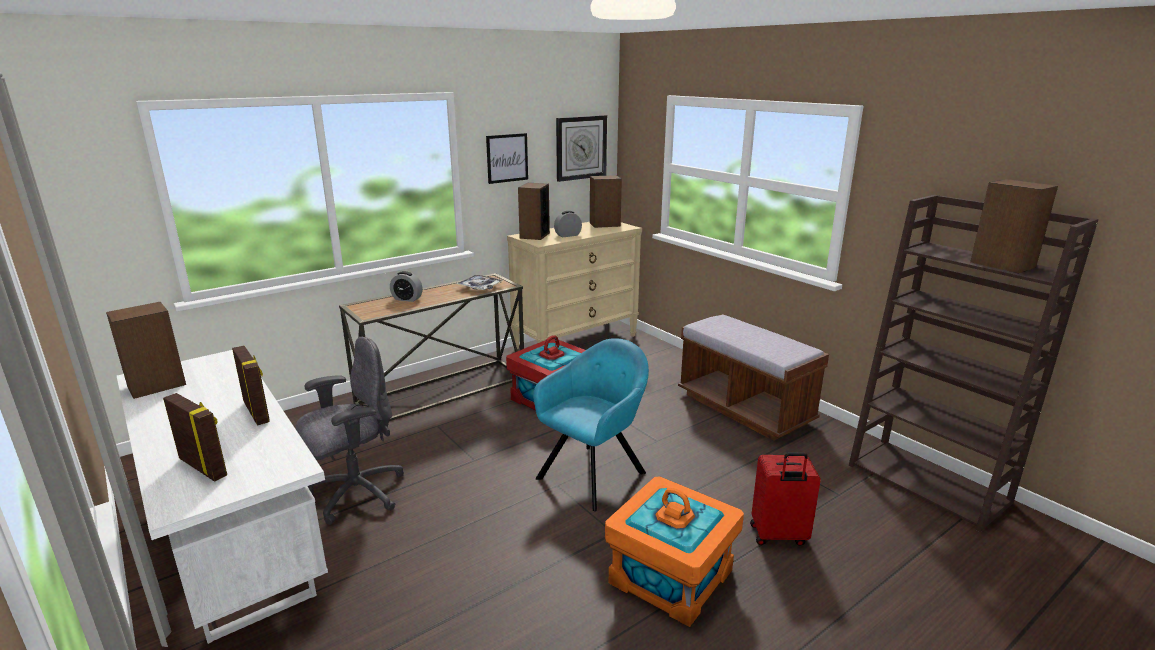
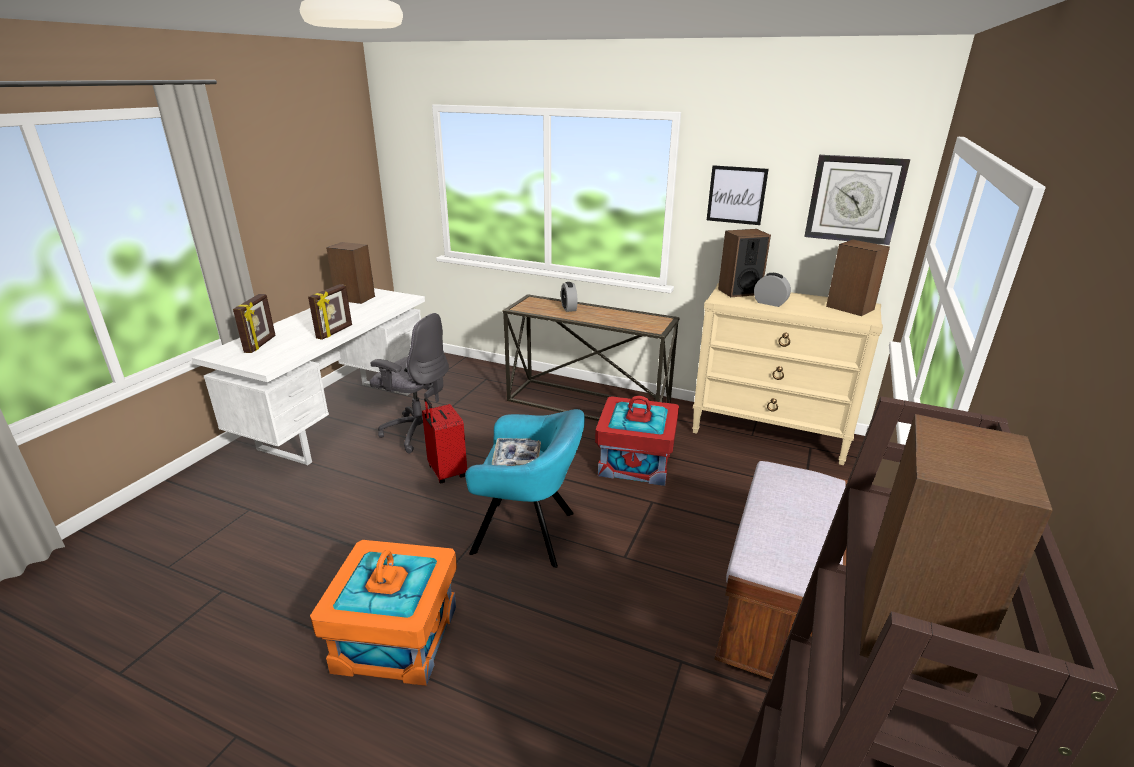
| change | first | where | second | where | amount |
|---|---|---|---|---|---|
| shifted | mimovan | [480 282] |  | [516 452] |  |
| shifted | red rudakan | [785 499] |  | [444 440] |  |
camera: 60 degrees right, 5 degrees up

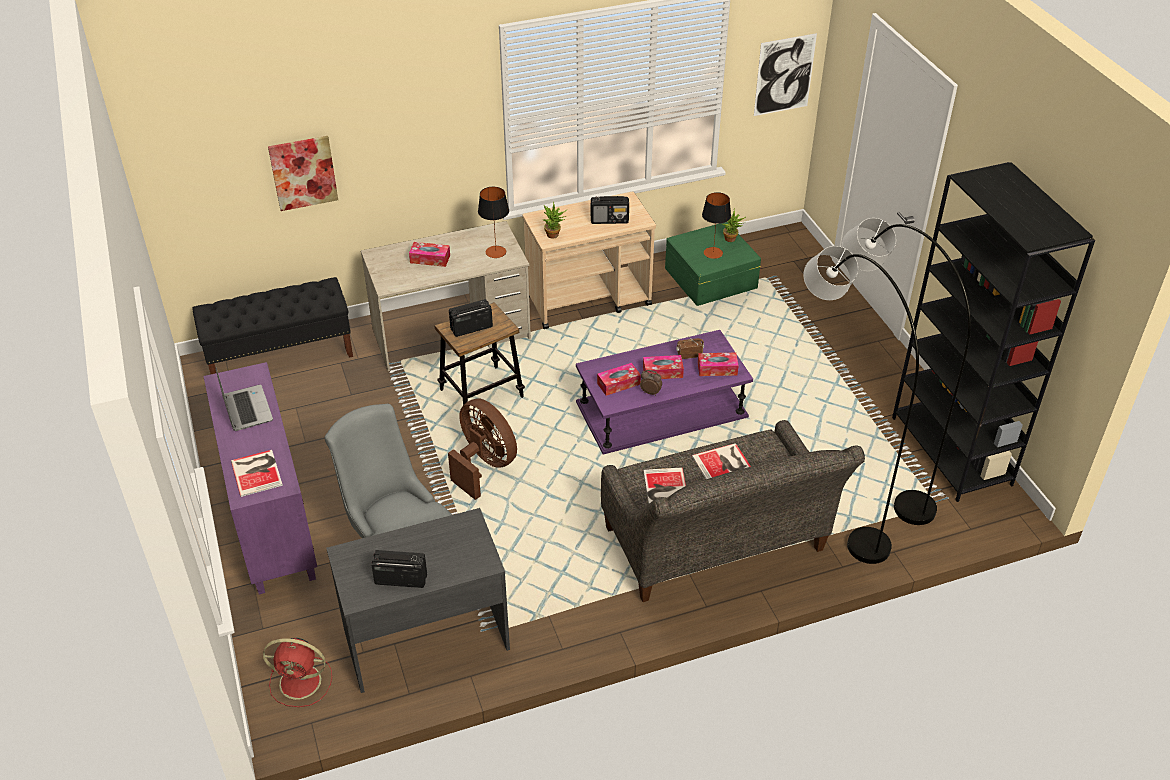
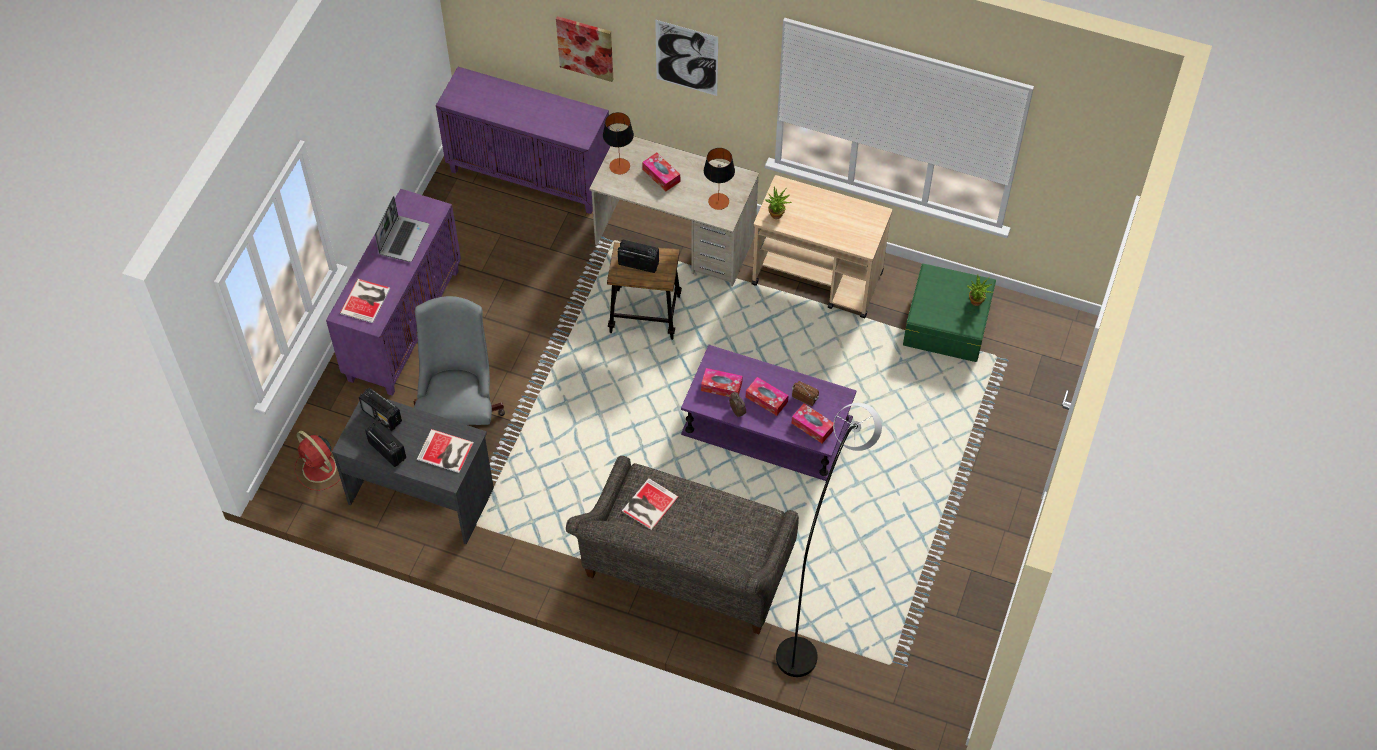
| change | first | where | second | where | amount |
|---|---|---|---|---|---|
| swapped | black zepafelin | [272 325] | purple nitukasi | [523 140] |  |
| gone | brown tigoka | [482 449] |  |  |  |
| shifted | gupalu | [610 210] |  | [380 409] |  |
| shifted | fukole | [721 461] |  | [445 451] |  |
| shifted | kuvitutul | [716 225] |  | [618 143] |  |
| shifted | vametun | [785 74] |  | [686 58] |  |
| gone | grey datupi | [906 371] |  |  |  |
| gone | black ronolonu | [993 332] |  |  |  |
camera: 40 degrees right, 15 degrees up

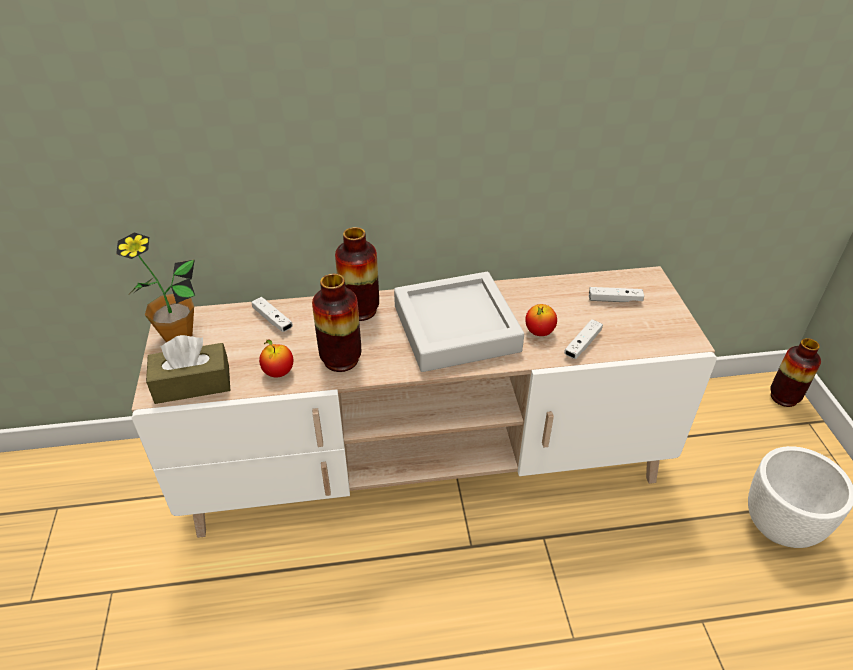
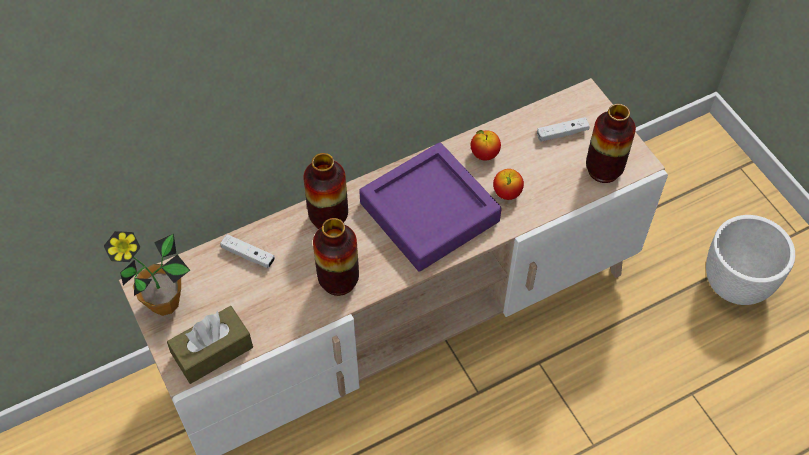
| change | first | where | second | where | amount |
|---|---|---|---|---|---|
| shifted | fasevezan | [276 359] |  | [486 145] |  |
| repainted | grey mimovan | [459 322] | purple mimovan | [430 207] |  |
| gone | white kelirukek | [583 339] |  |  |  |
| shifted | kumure | [795 372] |  | [611 143] |  |
camera: 20 degrees left, 15 degrees up

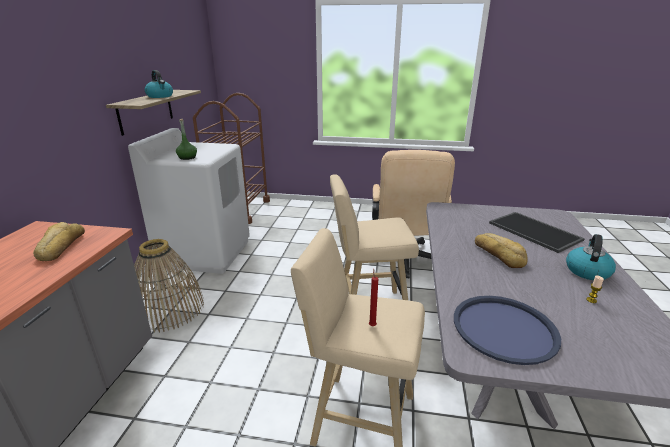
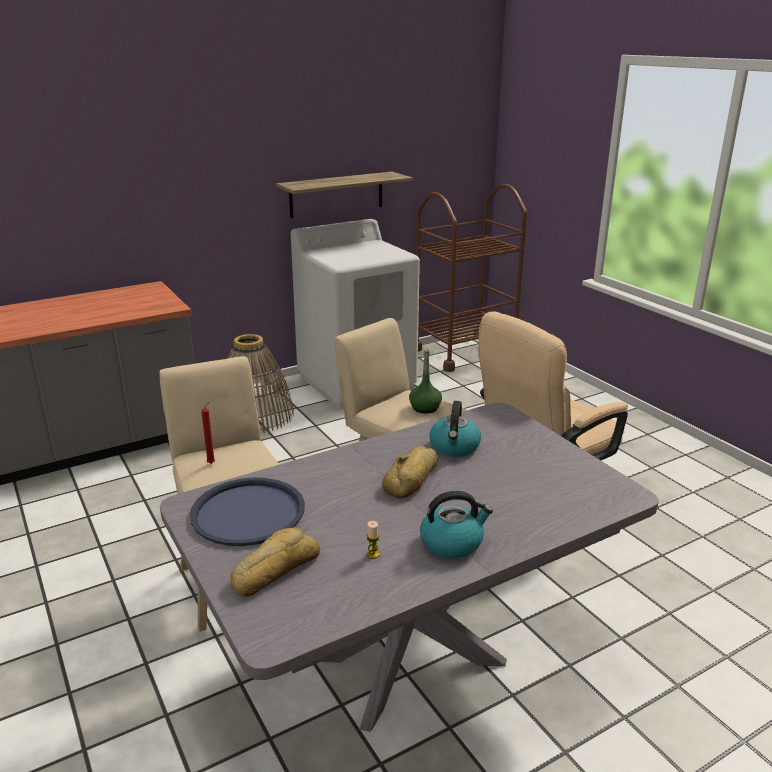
| change | first | where | second | where | amount |
|---|---|---|---|---|---|
| shifted | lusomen | [59 241] |  | [275 562] |  |
| shifted | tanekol | [159 84] |  | [455 429] |  |
| shifted | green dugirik | [186 139] |  | [425 381] |  |
| gone | mimovan | [537 232] |  |  |  |
camera: 50 degrees right, 0 degrees up

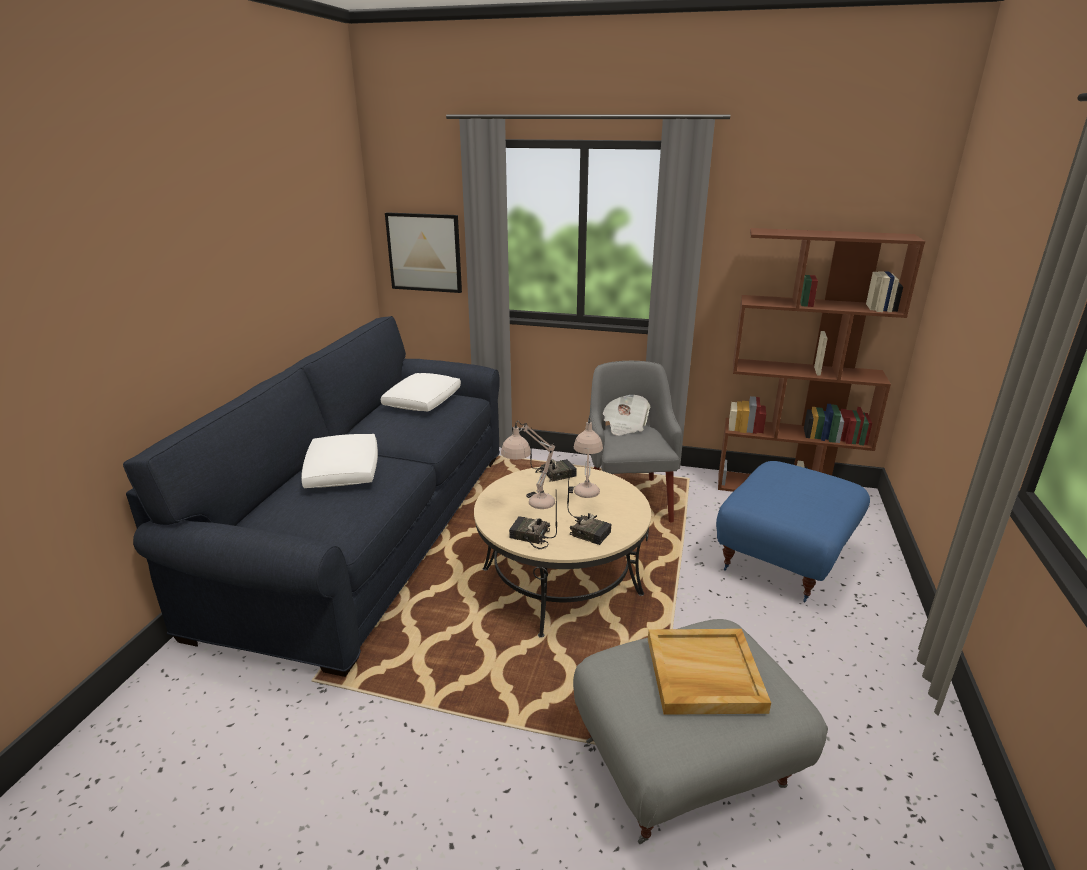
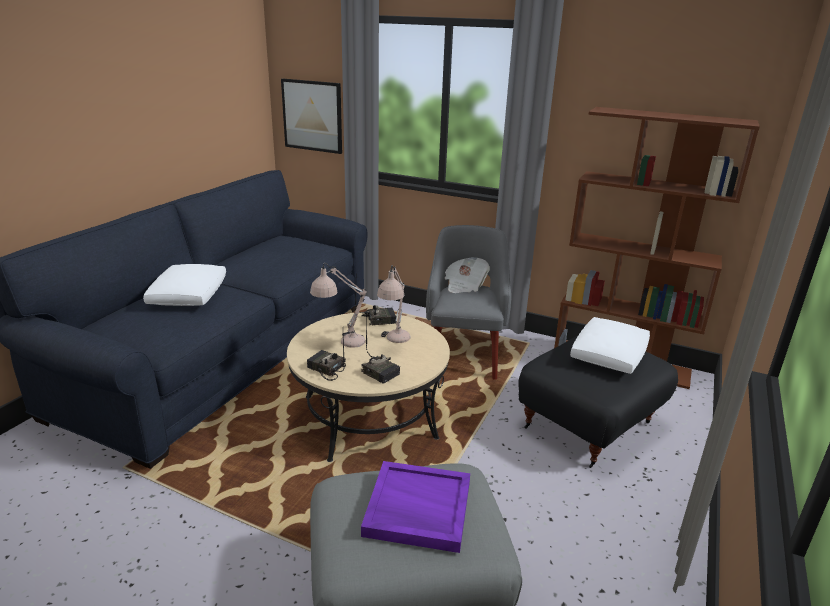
| change | first | where | second | where | amount |
|---|---|---|---|---|---|
| shifted | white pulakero | [421 392] |  | [610 345] |  |
| repainted | beige mimovan | [709 672] | purple mimovan | [415 507] |  |
| repainted | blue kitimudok | [793 531] | black kitimudok | [598 402] |  |
camera: 10 degrees right, 0 degrees up

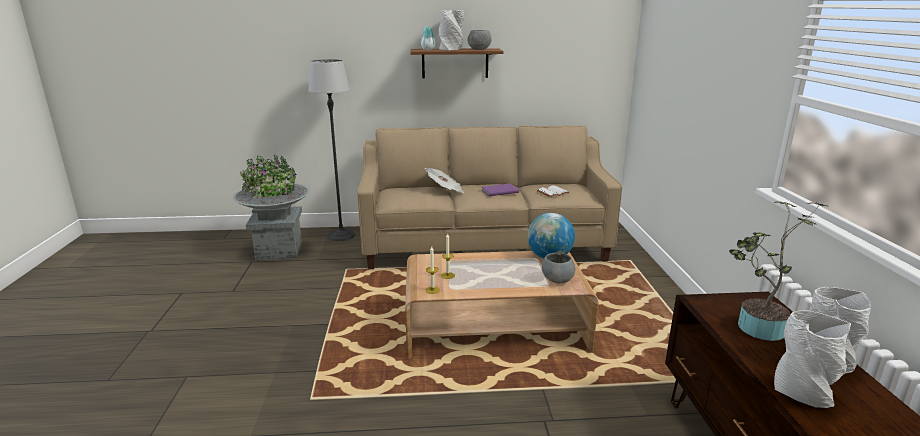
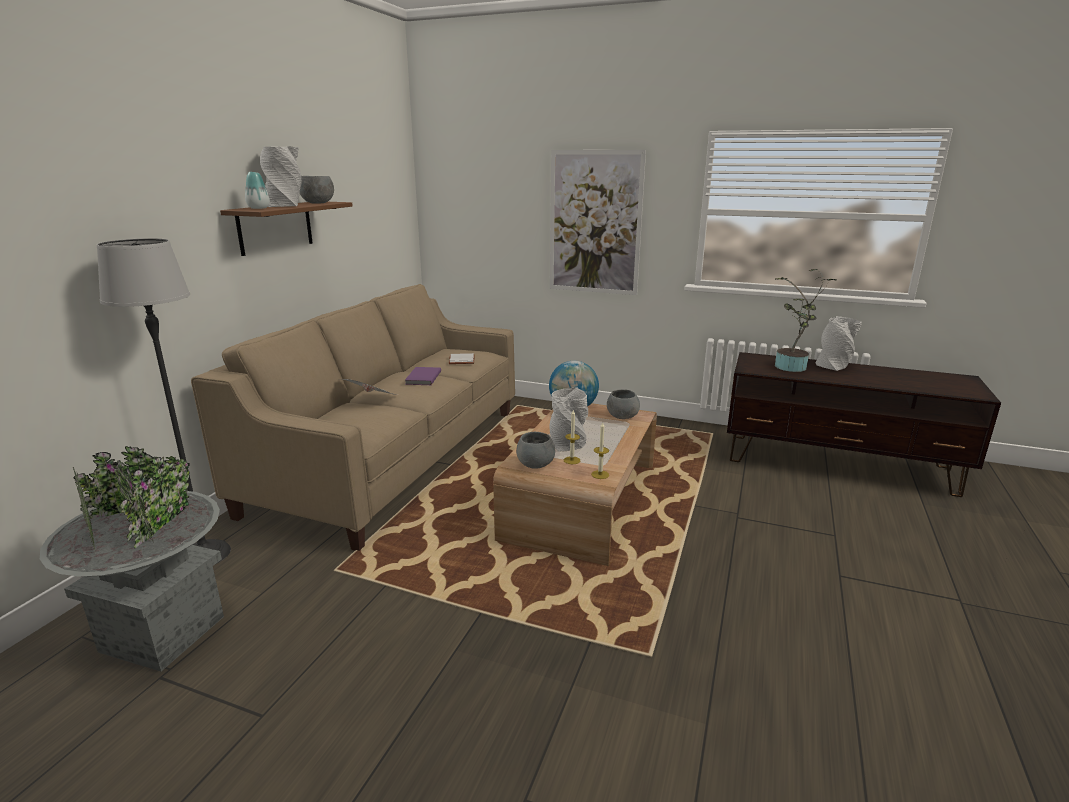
| change | first | where | second | where | amount |
|---|---|---|---|---|---|
| shifted | grey kumure | [812 359] |  | [569 419] |  |
| new |  |  | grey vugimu | [535 450] |  |
| new |  |  | vametun | [598 222] |  |
camera: 65 degrees left, 0 degrees up

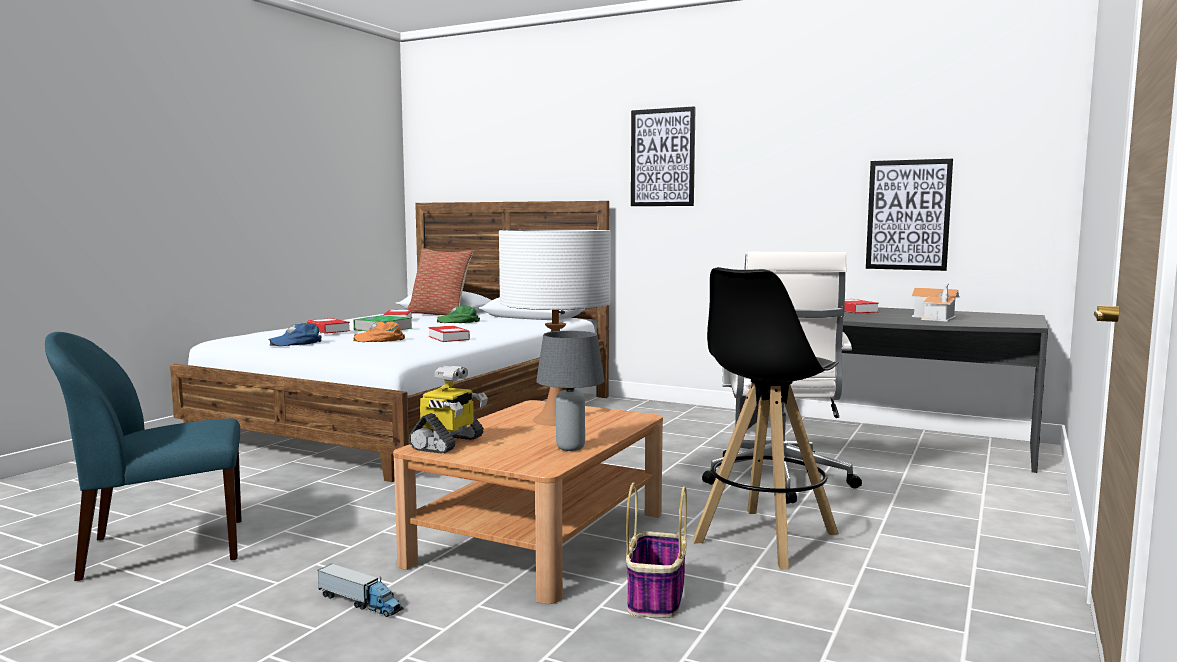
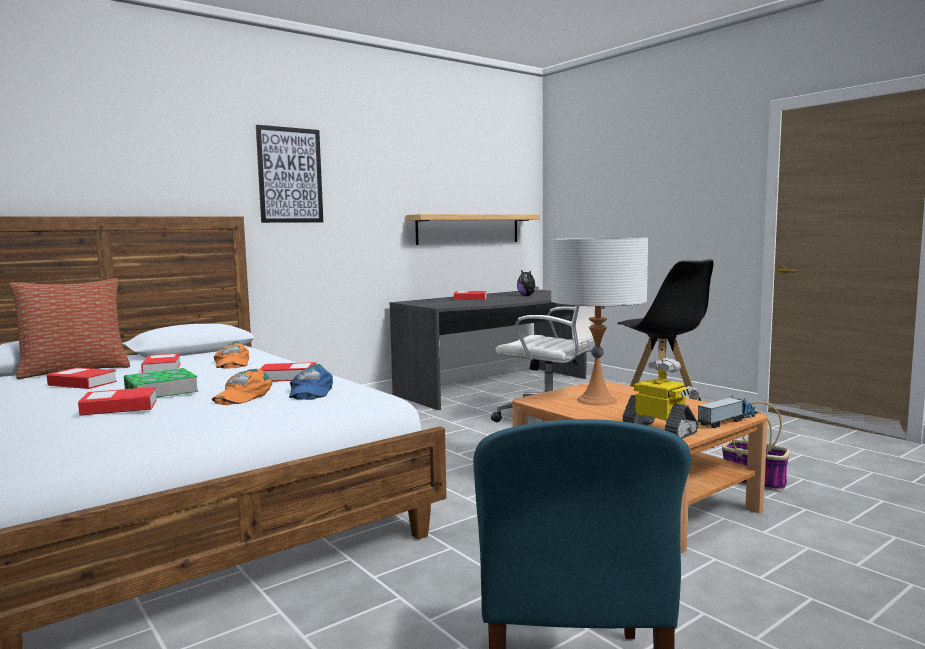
| change | first | where | second | where | amount |
|---|---|---|---|---|---|
| shifted | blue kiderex | [295 334] |  | [311 382] |  |
| shifted | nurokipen | [360 590] |  | [727 412] |  |
| swapped | green kiderex | [458 314] | fukole | [161 363] |  |
| gone | grey kuvitutul | [570 391] |  |  |  |
| swapped | vametun | [909 215] | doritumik | [473 229] |  |
| swapped | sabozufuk | [935 302] | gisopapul | [527 283] |  |
| new |  |  | orange kiderex | [231 355] |  |
camera: 65 degrees left, 0 degrees up

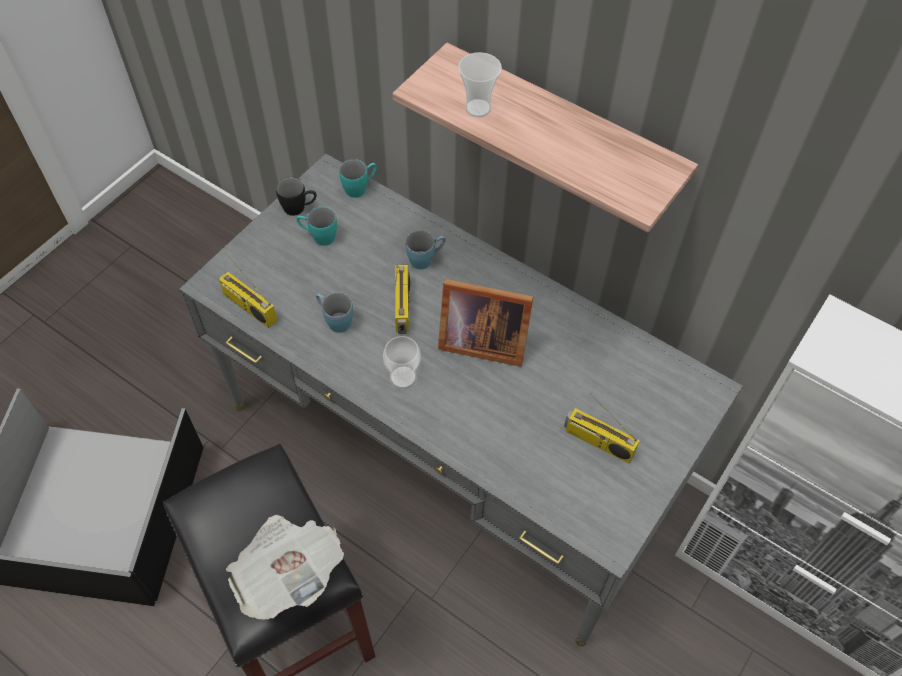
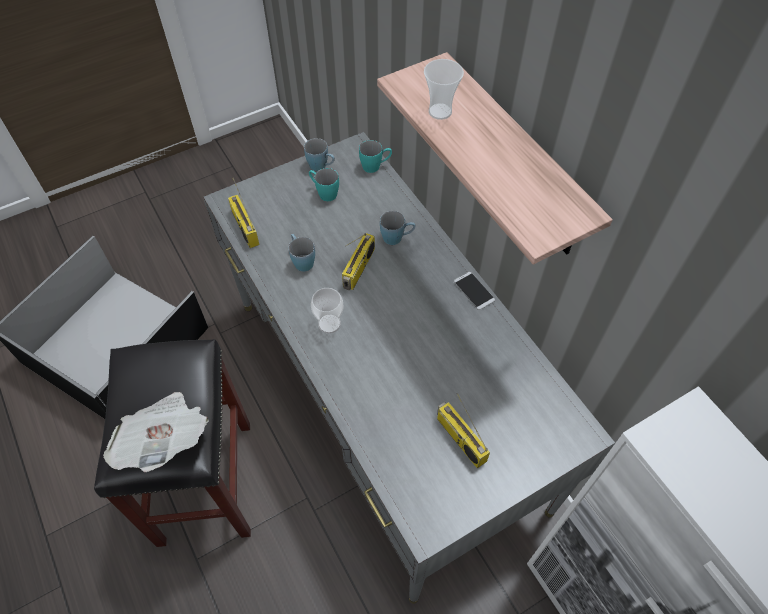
| change | first | where | second | where | amount |
|---|---|---|---|---|---|
| repainted | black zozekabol | [296 196] | blue zozekabol | [319 154] |  |
| gone | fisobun | [485 323] |  |  |  |
| new |  |  | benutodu | [474 291] |  |
camera: 25 degrees right, 0 degrees up

